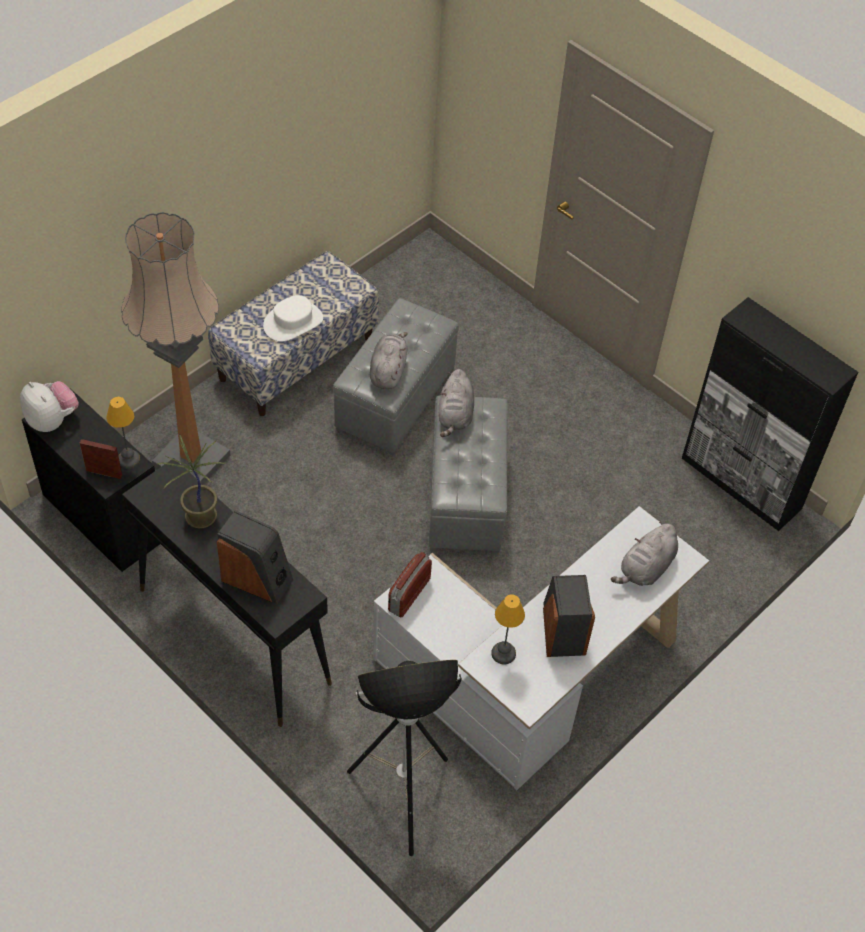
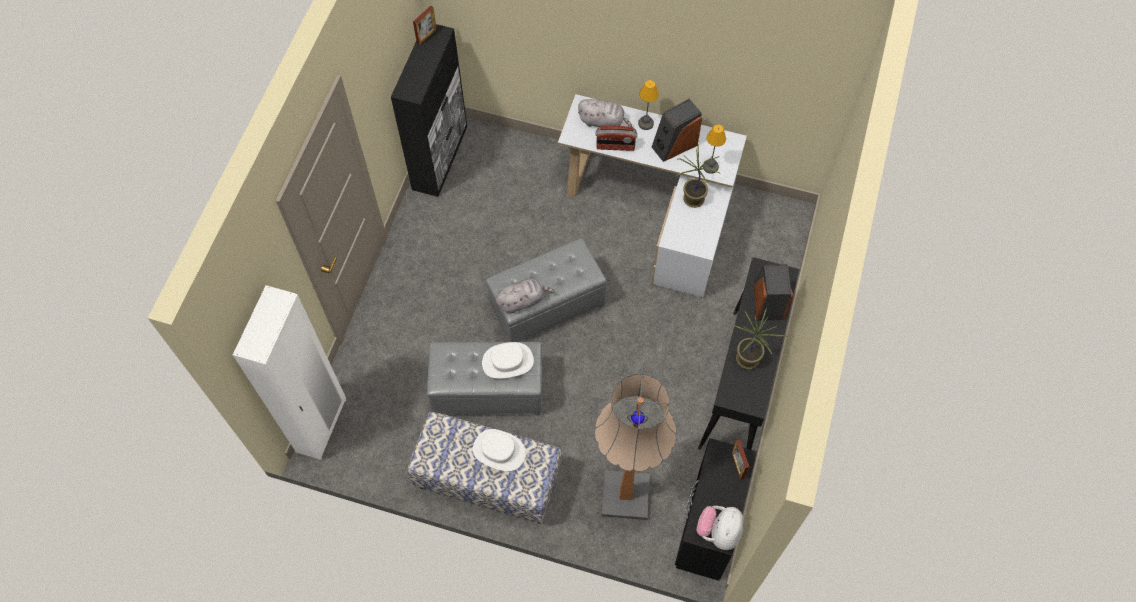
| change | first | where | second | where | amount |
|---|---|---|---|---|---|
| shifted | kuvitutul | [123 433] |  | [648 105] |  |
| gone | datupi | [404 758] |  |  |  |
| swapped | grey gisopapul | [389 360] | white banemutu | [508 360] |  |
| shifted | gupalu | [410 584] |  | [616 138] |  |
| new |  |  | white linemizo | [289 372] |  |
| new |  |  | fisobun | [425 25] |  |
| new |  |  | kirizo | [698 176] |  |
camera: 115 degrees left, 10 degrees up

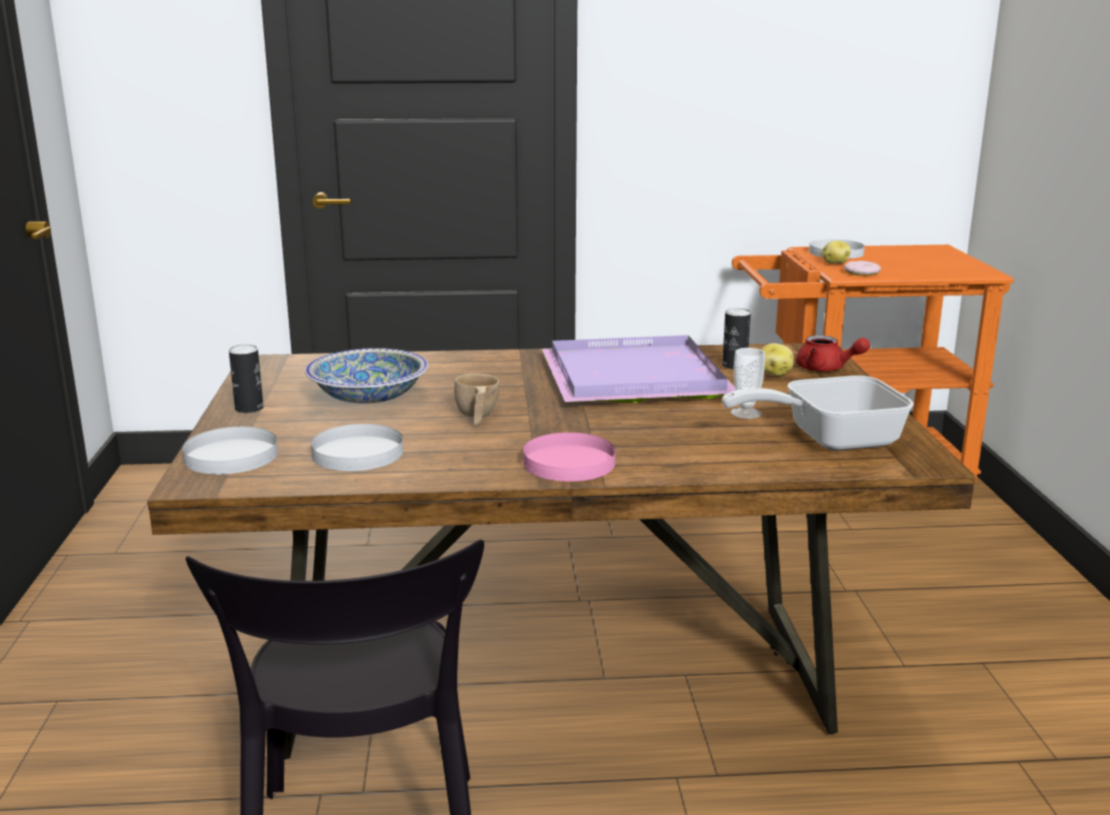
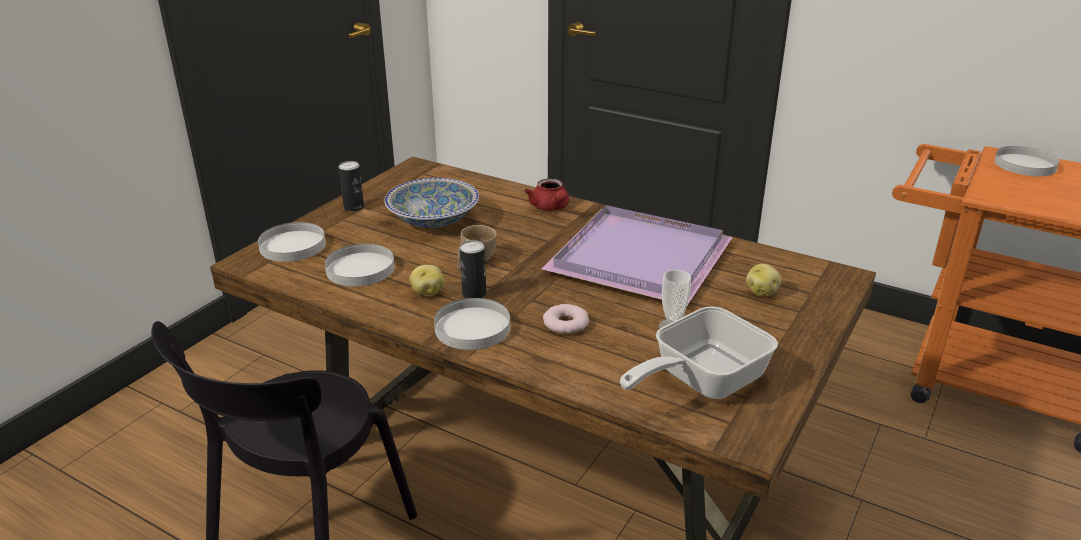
| change | first | where | second | where | amount |
|---|---|---|---|---|---|
| repainted | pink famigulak | [569 456] | white famigulak | [472 324] |  |
| shifted | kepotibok | [736 338] |  | [473 269] |  |
| rotated | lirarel | [818 413] |  | [699 352] | 60 degrees counterclockwise |
| shifted | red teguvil | [833 353] |  | [547 194] |  |
| shifted | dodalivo | [836 252] |  | [427 280] |  |
| shifted | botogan | [862 268] |  | [566 319] |  |
camera: 35 degrees right, 10 degrees up

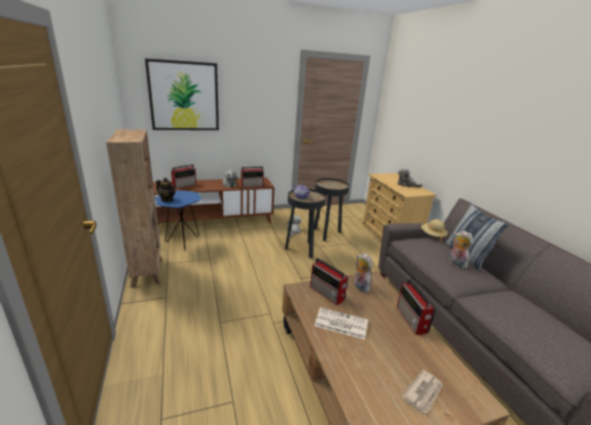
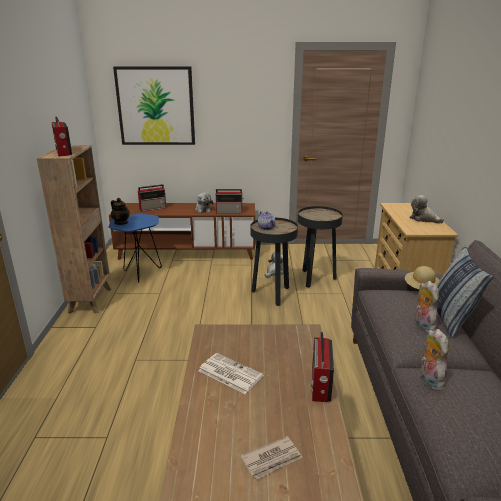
| change | first | where | second | where | amount |
|---|---|---|---|---|---|
| shifted | gupalu | [329 281] |  | [62 136] |  |
| shifted | gisopapul | [363 272] |  | [434 359] |  |
camera: 20 degrees right, 0 degrees up

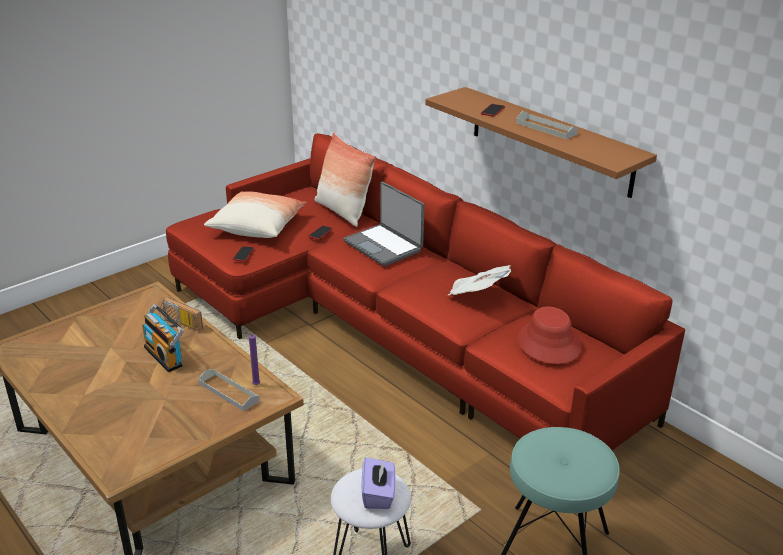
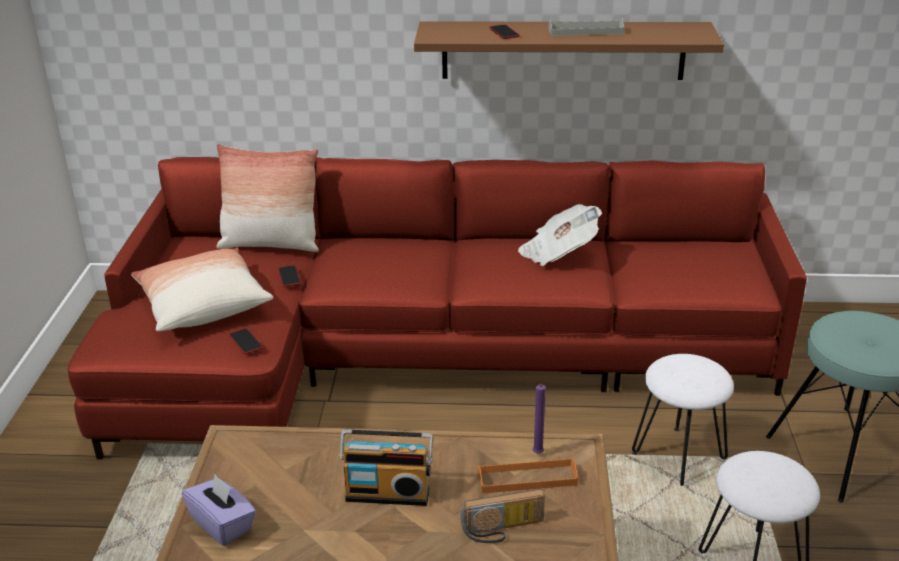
| change | first | where | second | where | amount |
|---|---|---|---|---|---|
| shifted | gupalu | [181 314] |  | [502 516] |  |
| repainted | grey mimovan | [229 390] | orange mimovan | [528 475] |  |
| gone | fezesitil | [383 224] |  |  |  |
| shifted | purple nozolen | [378 483] |  | [219 510] |  |
| gone | red banemutu | [550 335] |  |  |  |
| new |  |  | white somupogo | [683 420] |  |
camera: 45 degrees left, 0 degrees up

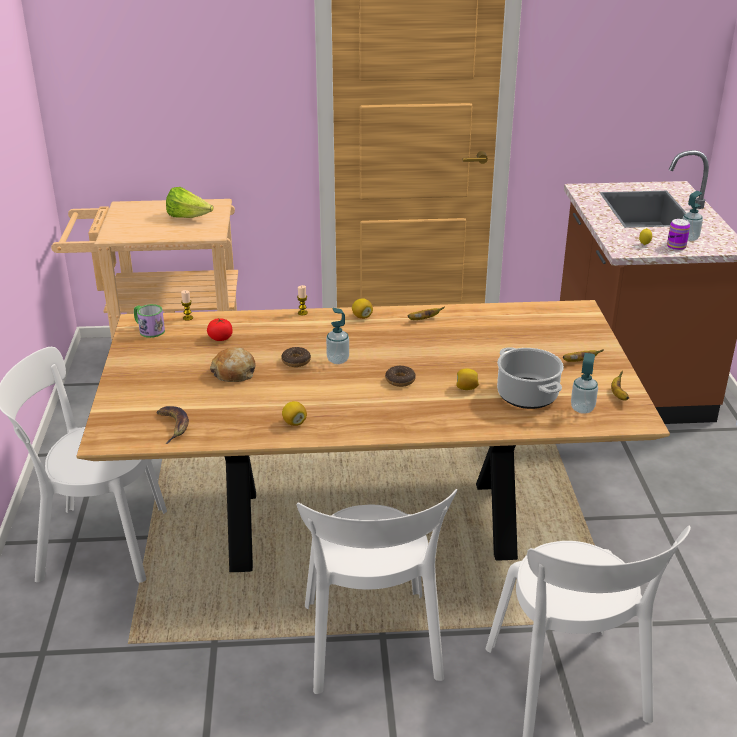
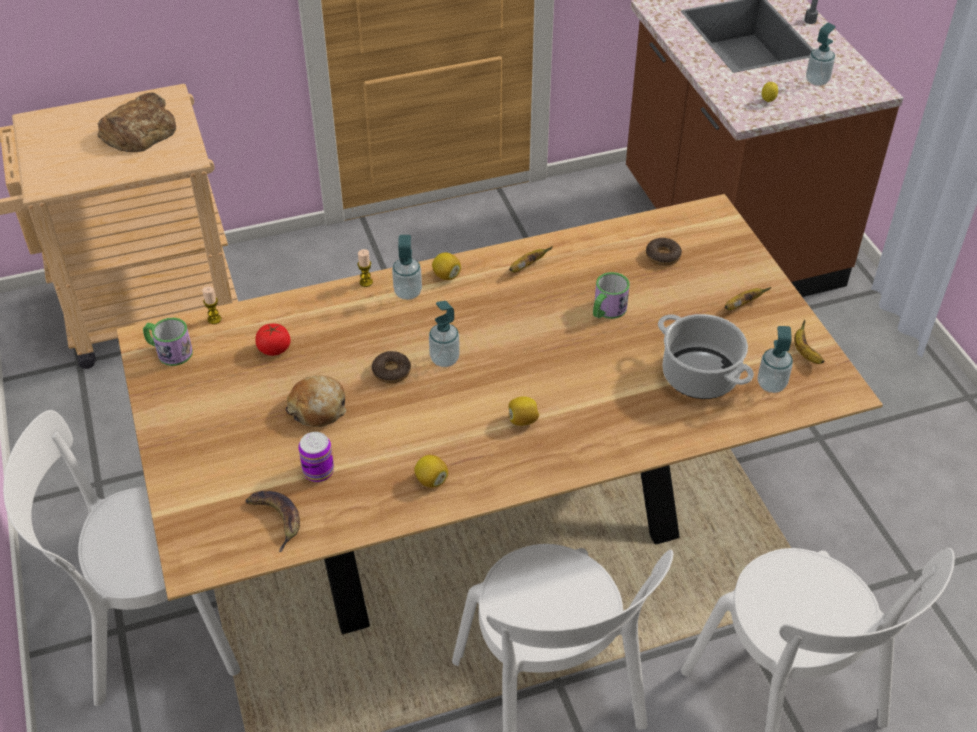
| change | first | where | second | where | amount |
|---|---|---|---|---|---|
| swapped | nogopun | [190 202] | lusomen | [136 122] |  |
| shifted | botogan | [400 376] |  | [664 252] |  |
| shifted | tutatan | [467 379] |  | [523 411] |  |
| shifted | kepotibok | [678 235] |  | [316 457] |  |
| new |  |  | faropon | [407 267] |  |
| new |  |  | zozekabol | [611 295] |  |
camera: 15 degrees left, 15 degrees up

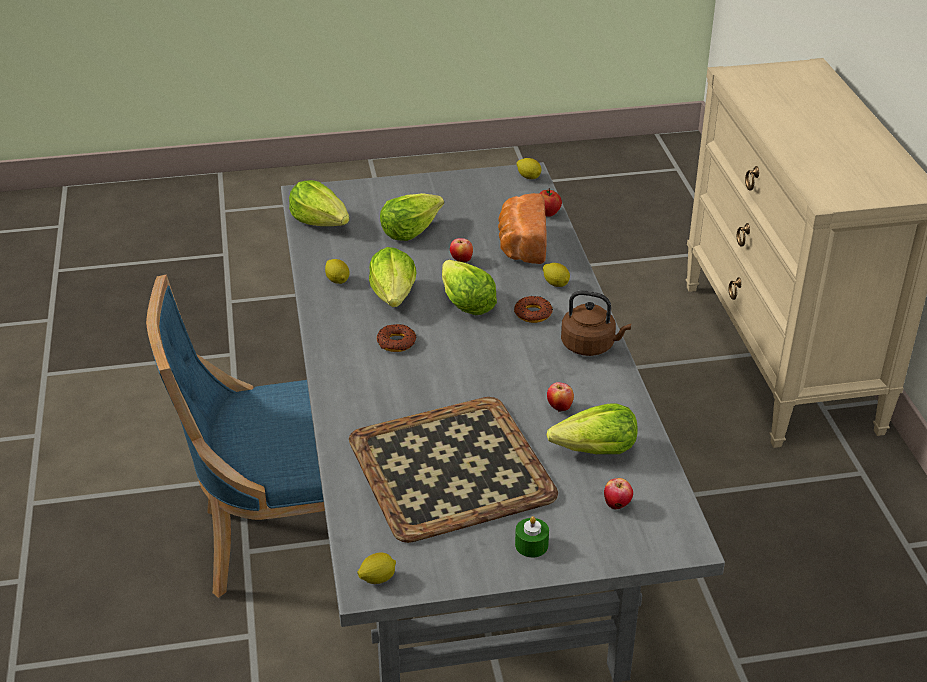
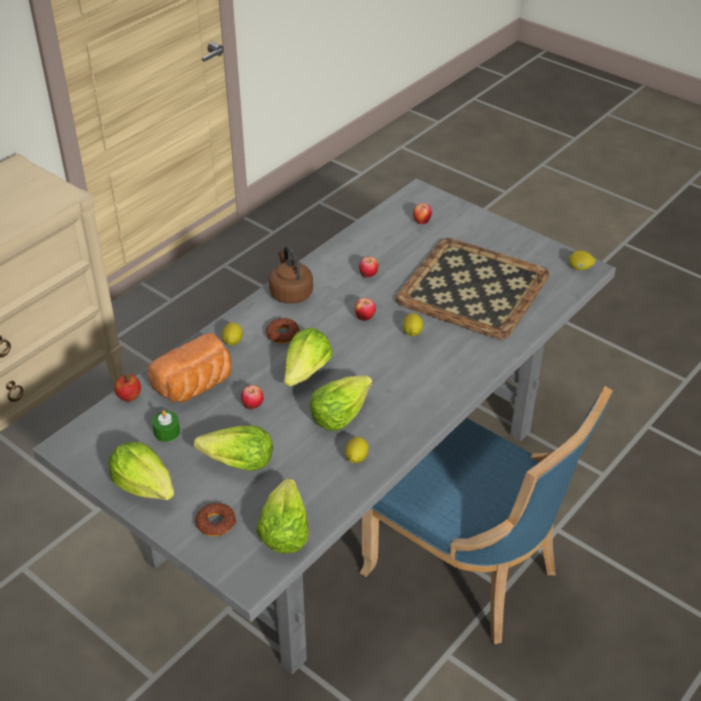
| change | first | where | second | where | amount |
|---|---|---|---|---|---|
| shifted | botogan | [397 338] |  | [215 519] |  |
| shifted | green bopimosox | [532 537] |  | [166 426] |  |
| shifted | tutatan | [529 168] |  | [413 324] |  |
| shifted | nogopun | [592 428] |  | [141 471] |  |
| new |  |  | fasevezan | [365 309] |  |
camera: 130 degrees left, 5 degrees up

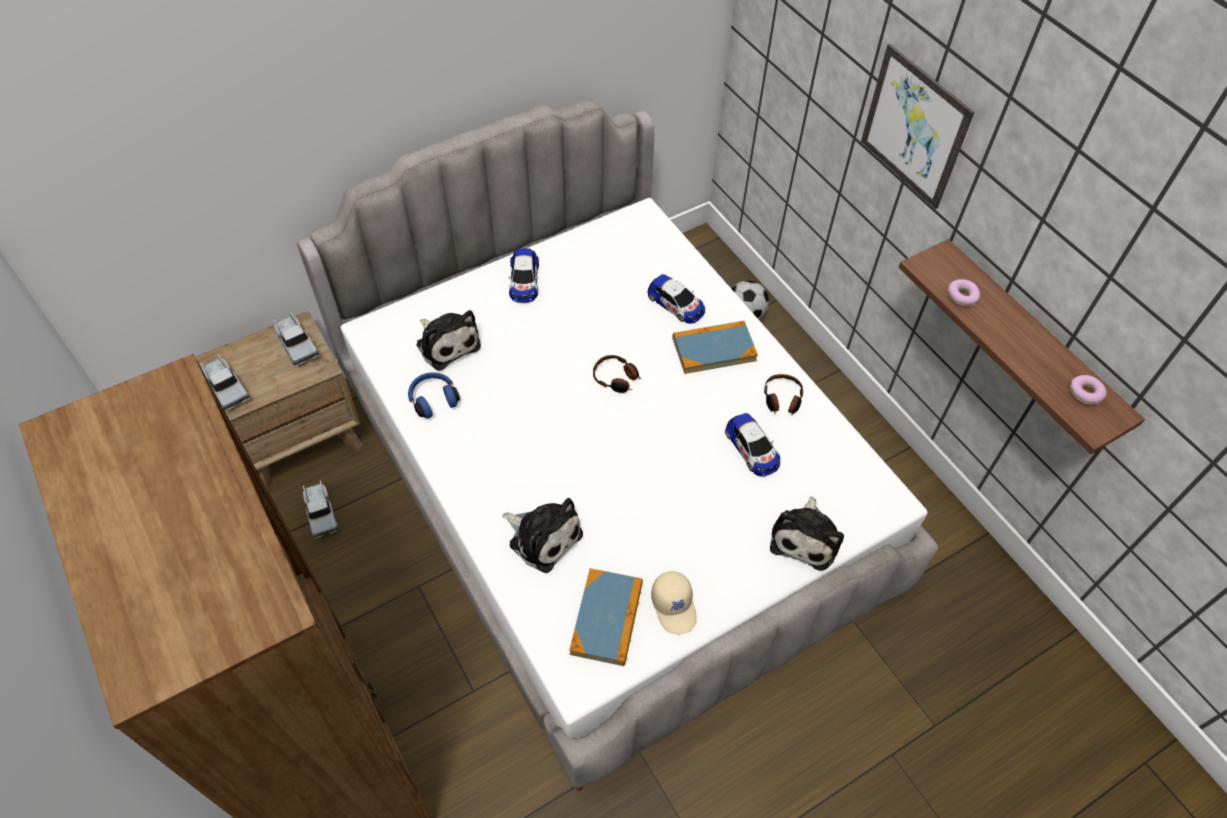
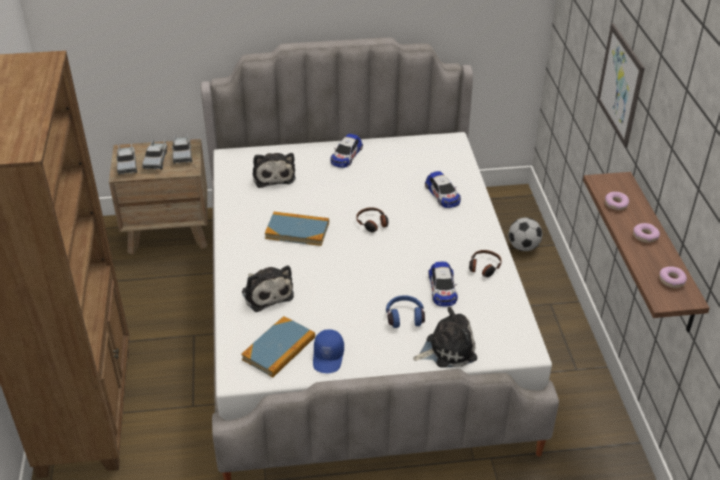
| change | first | where | second | where | amount |
|---|---|---|---|---|---|
| shifted | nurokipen | [321 509] |  | [154 154] |  |
| shifted | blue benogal | [434 395] |  | [405 311] |  |
| repainted | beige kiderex | [674 603] | blue kiderex | [328 351] |  |
| shifted | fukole | [715 347] |  | [297 229] |  |
| rotated | gisopapul | [807 533] |  | [445 337] | 150 degrees counterclockwise |
| new |  |  | botogan | [646 233] |  |
camera: 25 degrees right, 15 degrees down

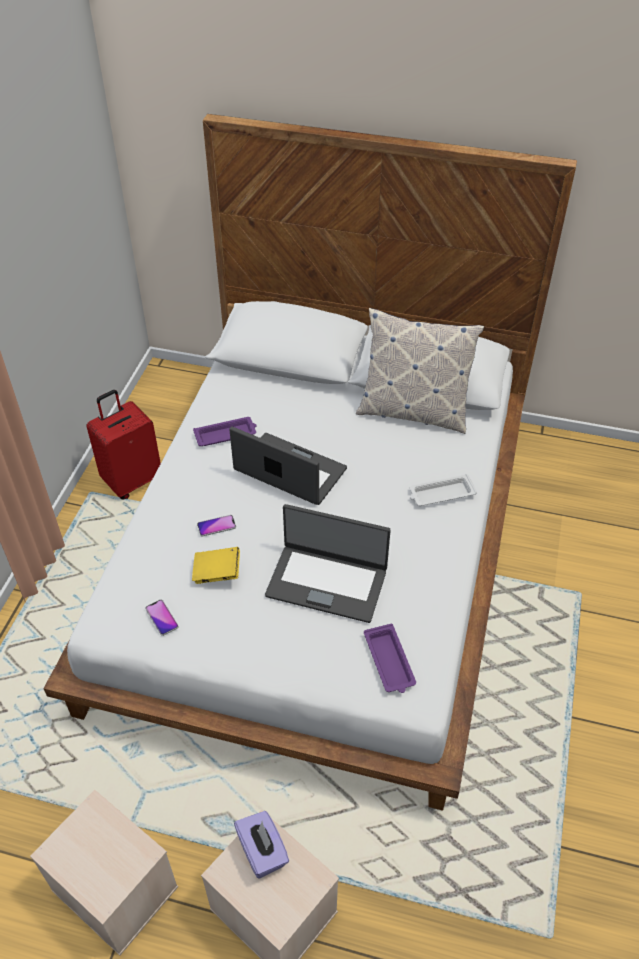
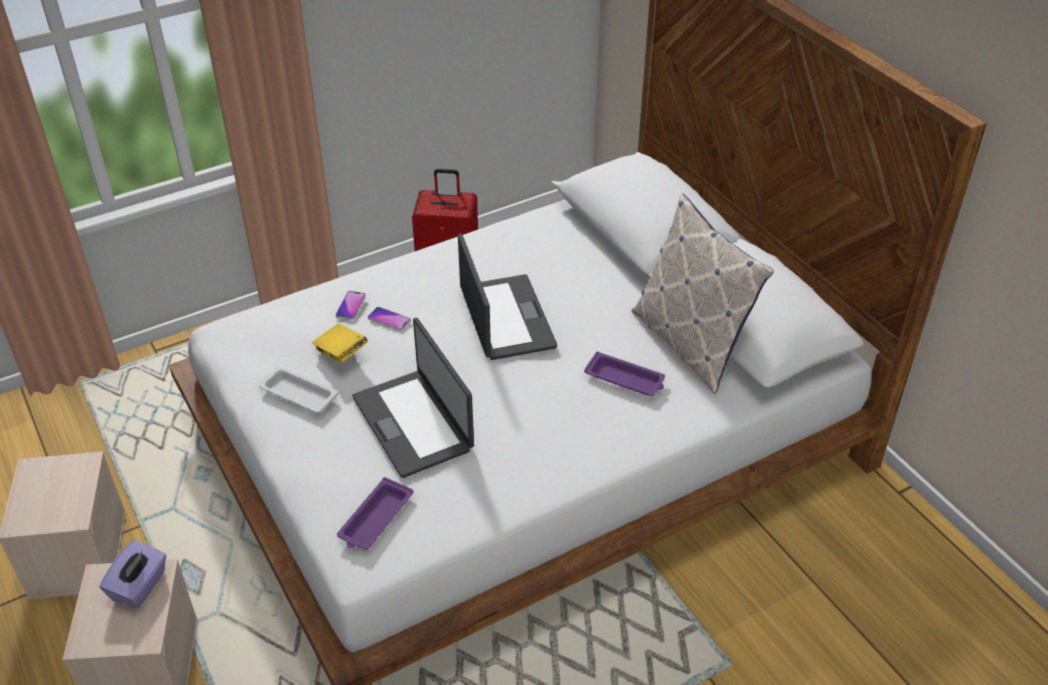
| change | first | where | second | where | amount |
|---|---|---|---|---|---|
| shifted | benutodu | [162 617] |  | [351 305] |  |
| shifted | purple mimovan | [224 431] |  | [624 373] |  |
| shifted | white mimovan | [443 490] |  | [298 389] |  |
camera: 45 degrees right, 5 degrees down

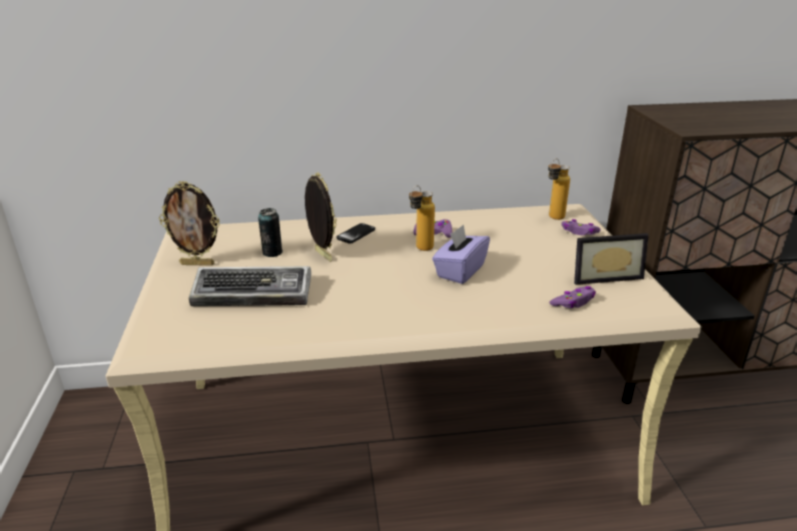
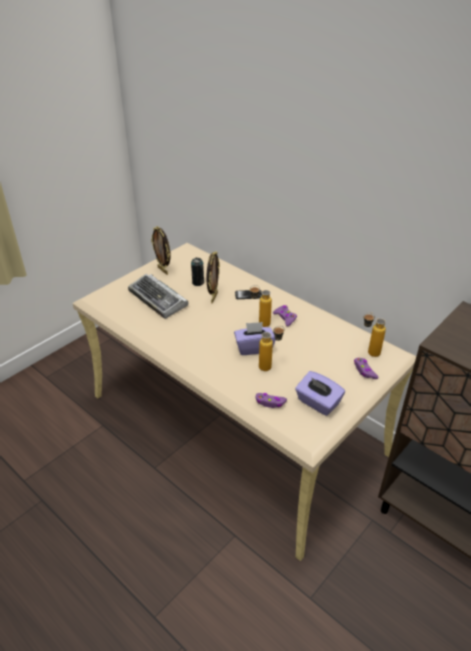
| change | first | where | second | where | amount |
|---|---|---|---|---|---|
| swapped | fisobun | [611 259] | purple nozolen | [320 393] |  |
| new |  |  | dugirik | [271 348] |  |
camera: 50 degrees right, 10 degrees up

